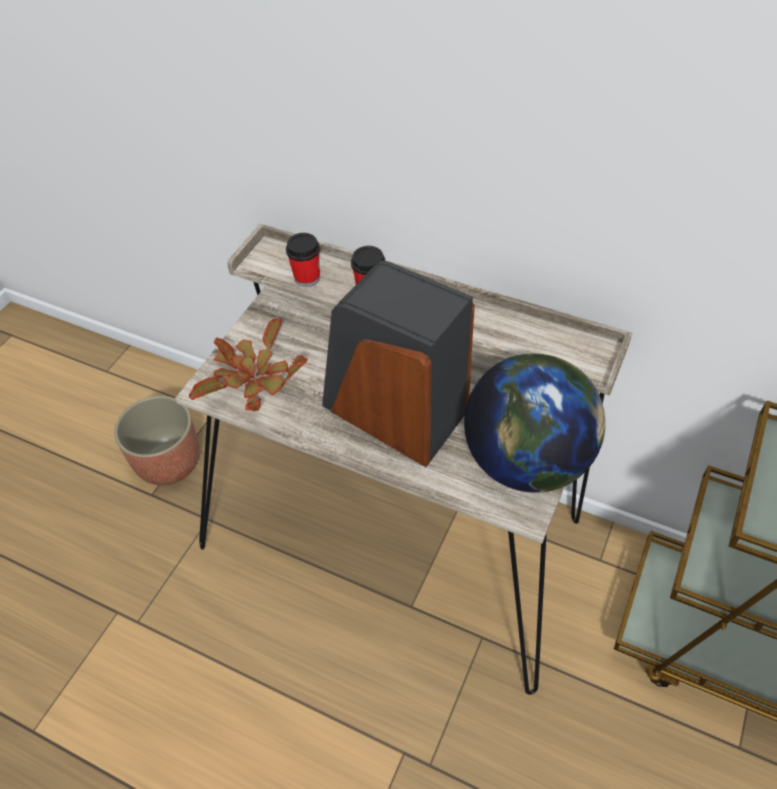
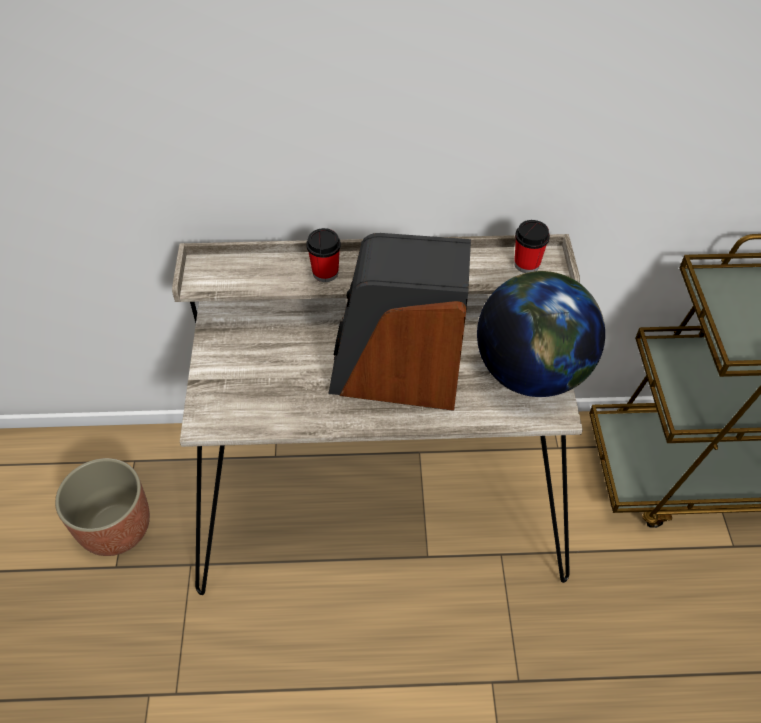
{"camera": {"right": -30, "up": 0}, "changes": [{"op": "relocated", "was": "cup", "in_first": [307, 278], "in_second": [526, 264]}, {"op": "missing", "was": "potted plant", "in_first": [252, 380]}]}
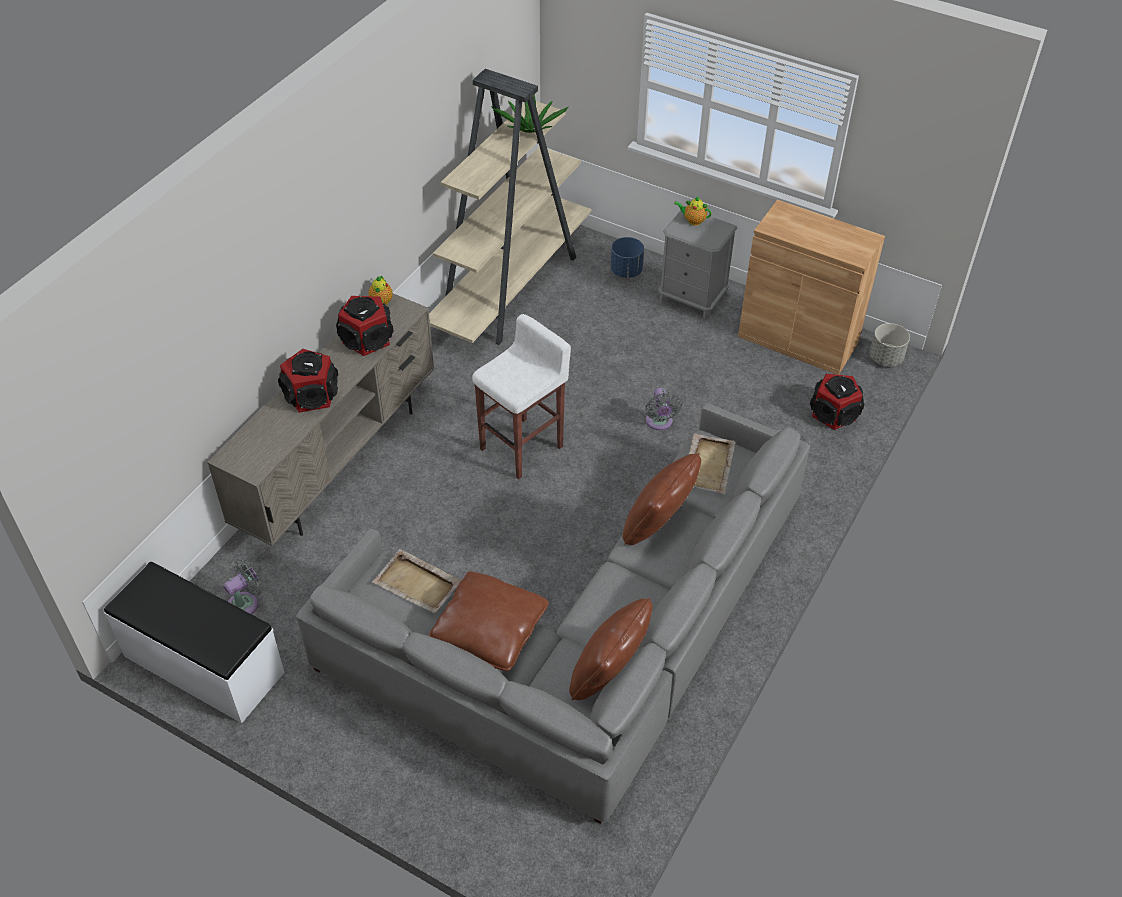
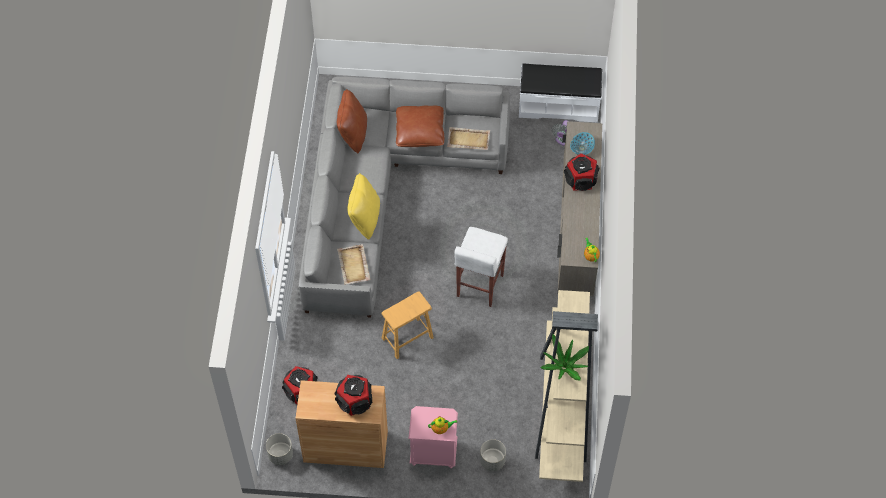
{"camera": {"right": 155, "up": 10}, "changes": [{"op": "relocated", "was": "speaker", "in_first": [368, 339], "in_second": [354, 401]}, {"op": "colour", "was": "brown pillow", "now": "yellow pillow", "in_first": [658, 525], "in_second": [365, 219]}, {"op": "exchanged", "was": "grey fan", "now": "brown stool", "in_first": [659, 422], "in_second": [407, 338]}, {"op": "colour", "was": "grey nightstand", "now": "pink nightstand", "in_first": [692, 299], "in_second": [433, 453]}, {"op": "colour", "was": "blue planter", "now": "grey planter", "in_first": [626, 271], "in_second": [492, 461]}, {"op": "appeared", "now": "bowl", "in_second": [581, 148]}]}
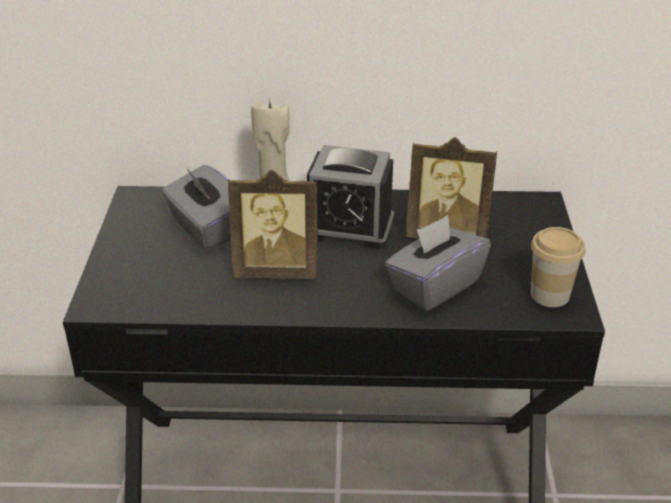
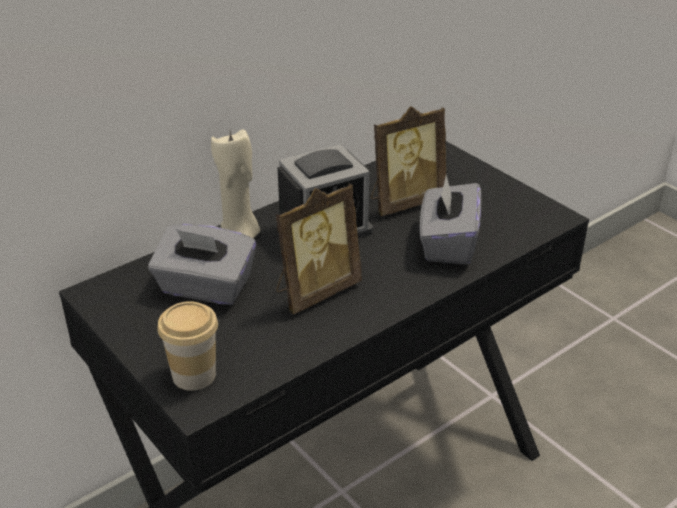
{"camera": {"right": -40, "up": 0}, "changes": [{"op": "relocated", "was": "cup", "in_first": [549, 295], "in_second": [194, 375]}]}
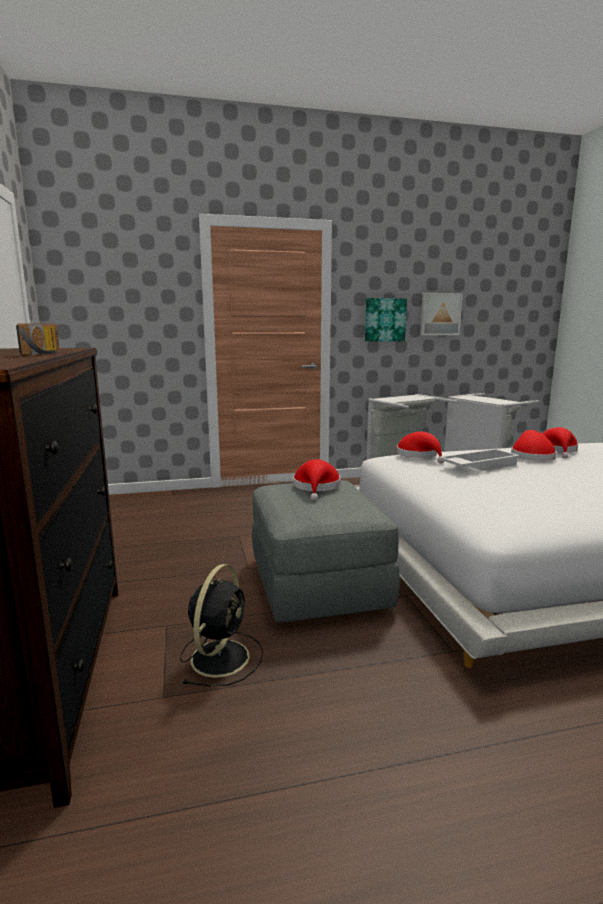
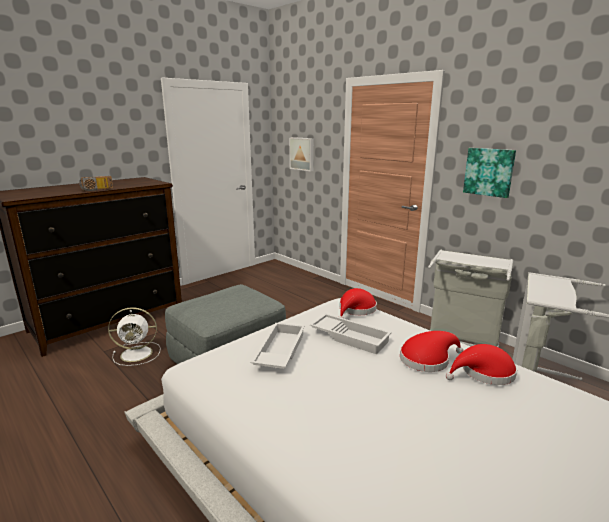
{"camera": {"right": 60, "up": 5}, "changes": [{"op": "colour", "was": "black fan", "now": "white fan", "in_first": [221, 656], "in_second": [138, 353]}, {"op": "appeared", "now": "white tray", "in_second": [279, 351]}, {"op": "relocated", "was": "picture", "in_first": [440, 314], "in_second": [302, 154]}, {"op": "missing", "was": "red hat", "in_first": [316, 487]}]}
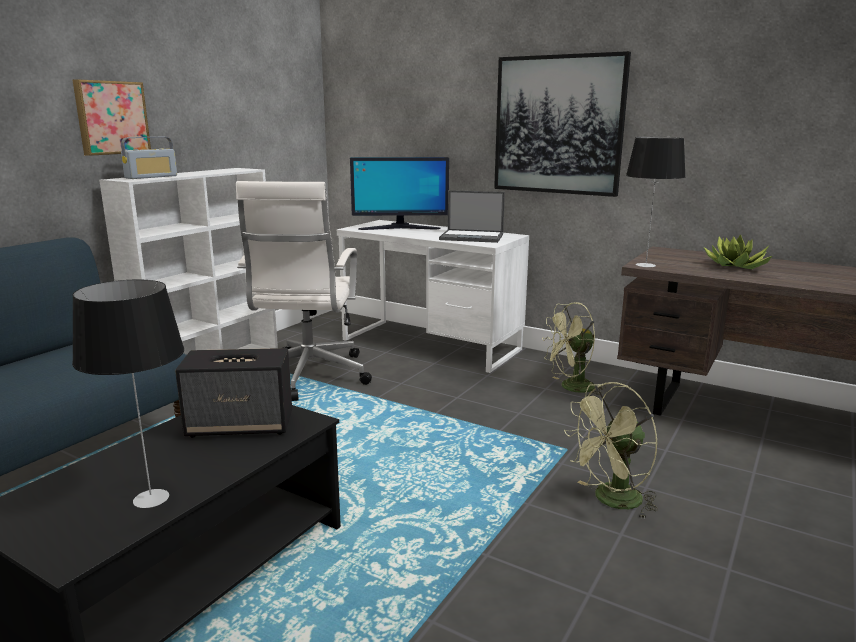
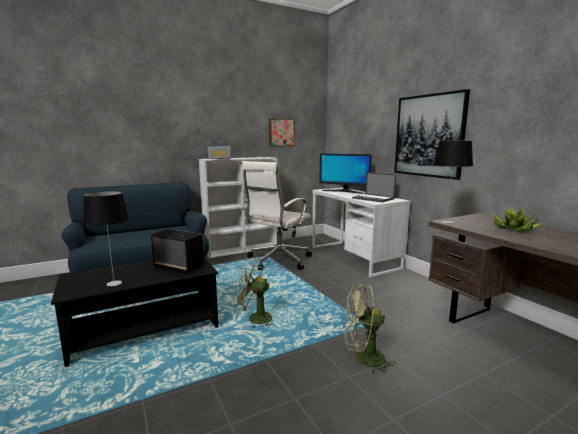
{"camera": {"right": 30, "up": -5}, "changes": [{"op": "relocated", "was": "green fan", "in_first": [571, 388], "in_second": [254, 318]}, {"op": "relocated", "was": "picture", "in_first": [111, 117], "in_second": [281, 132]}]}
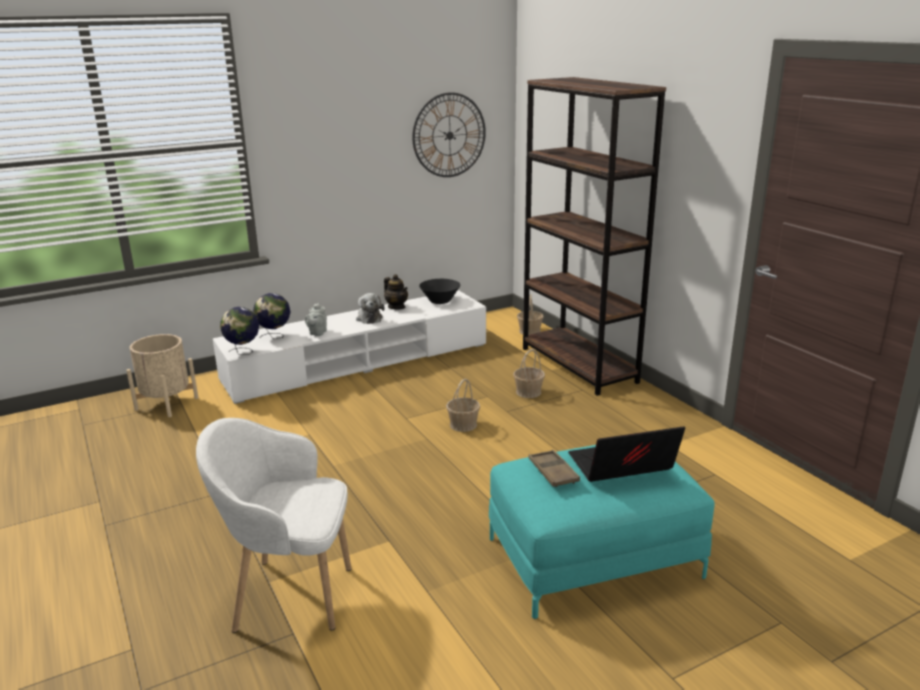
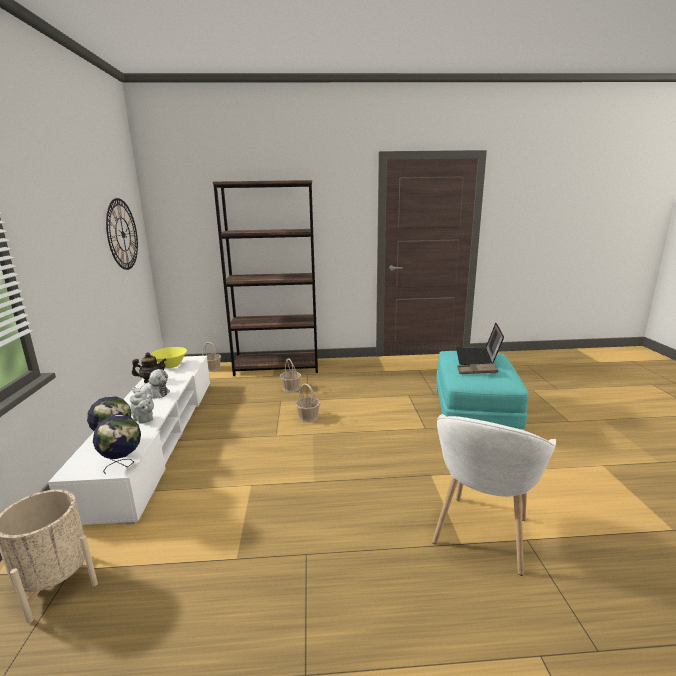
{"camera": {"right": -65, "up": -5}, "changes": [{"op": "colour", "was": "black bowl", "now": "yellow bowl", "in_first": [440, 301], "in_second": [170, 365]}]}
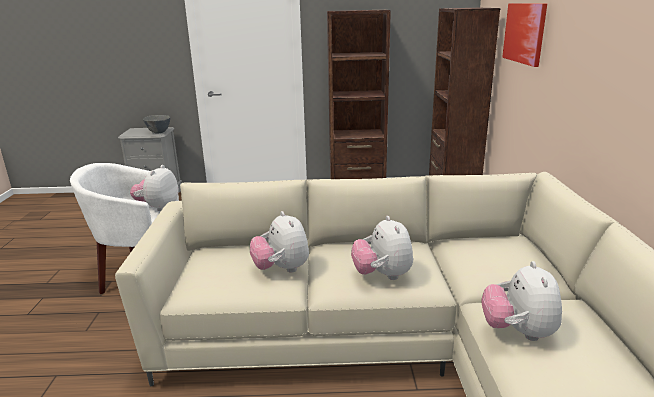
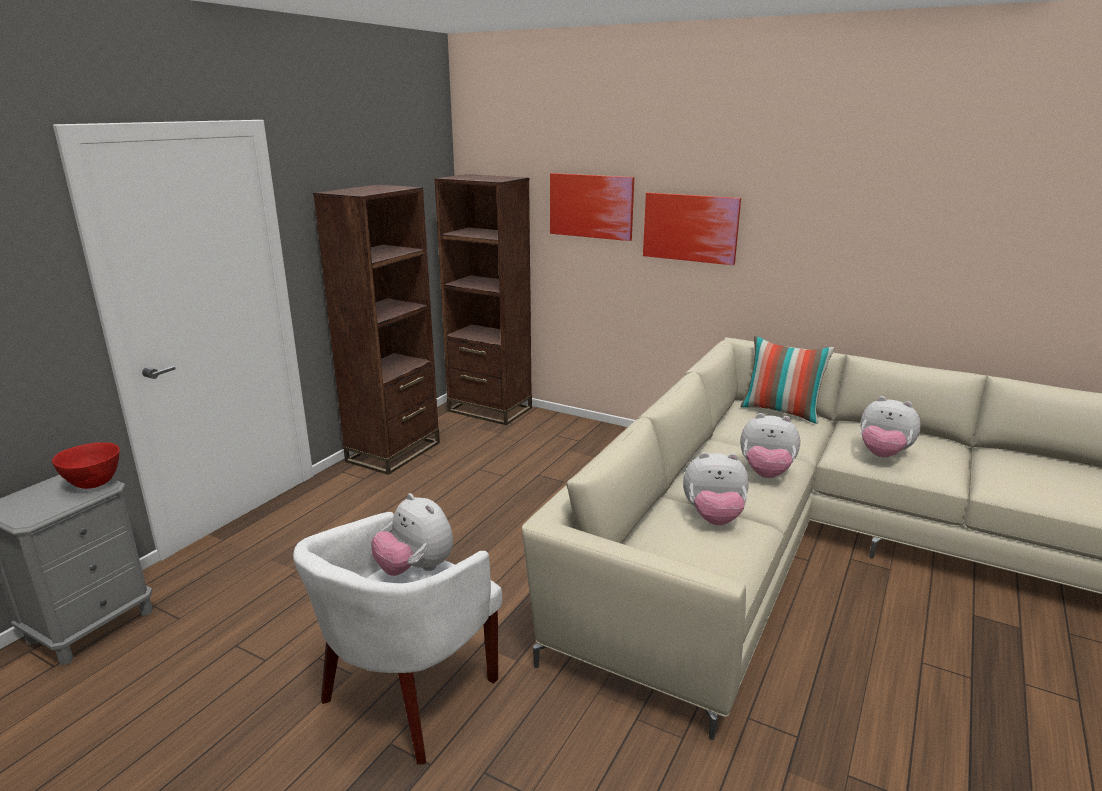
{"camera": {"right": -60, "up": 0}, "changes": [{"op": "colour", "was": "grey bowl", "now": "red bowl", "in_first": [159, 132], "in_second": [95, 484]}, {"op": "appeared", "now": "picture", "in_second": [690, 227]}, {"op": "appeared", "now": "pillow", "in_second": [781, 412]}]}
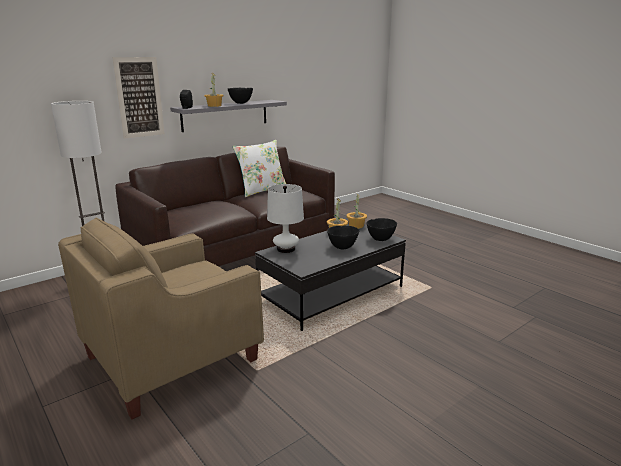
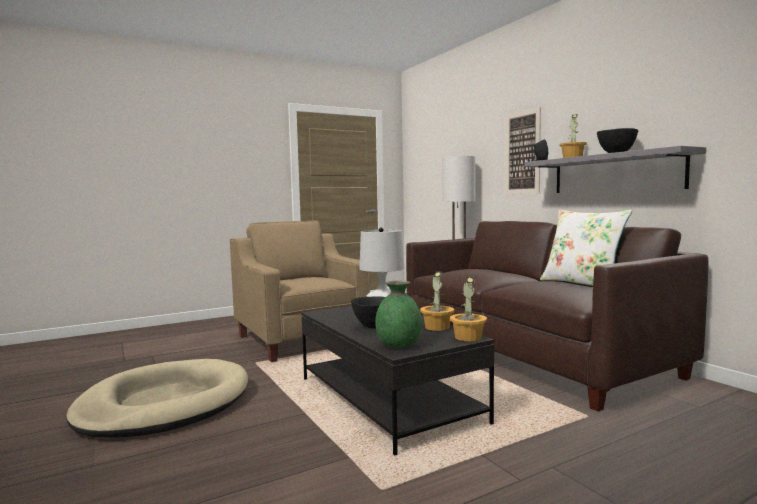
{"camera": {"right": 100, "up": -15}, "changes": [{"op": "appeared", "now": "beige dog bed", "in_second": [164, 404]}, {"op": "exchanged", "was": "black bowl", "now": "green vase", "in_first": [380, 239], "in_second": [398, 345]}]}
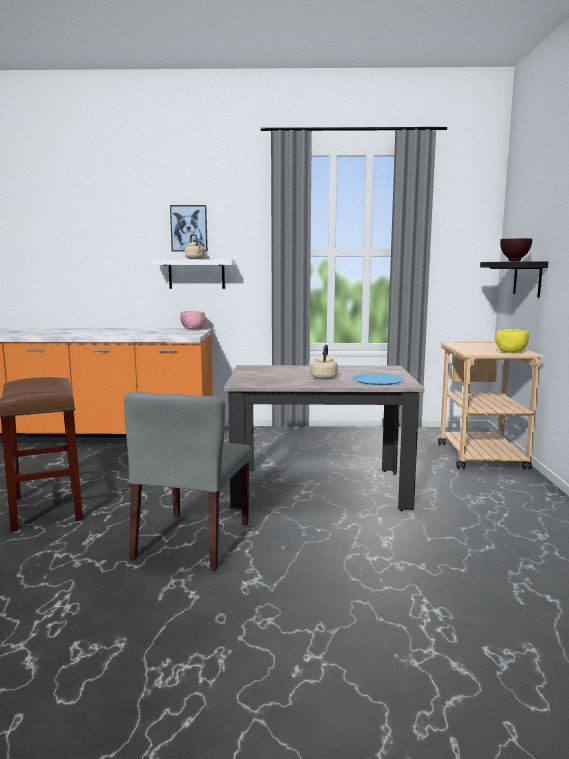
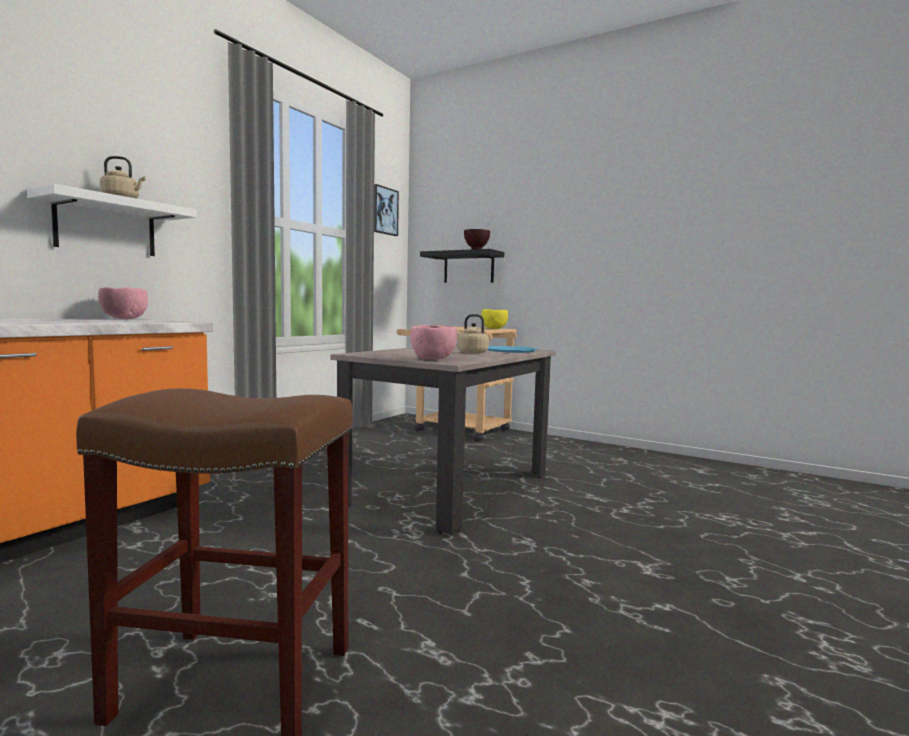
{"camera": {"right": -60, "up": -5}, "changes": [{"op": "relocated", "was": "picture", "in_first": [189, 228], "in_second": [384, 211]}, {"op": "appeared", "now": "pink bowl", "in_second": [433, 359]}, {"op": "missing", "was": "grey chair", "in_first": [192, 540]}]}
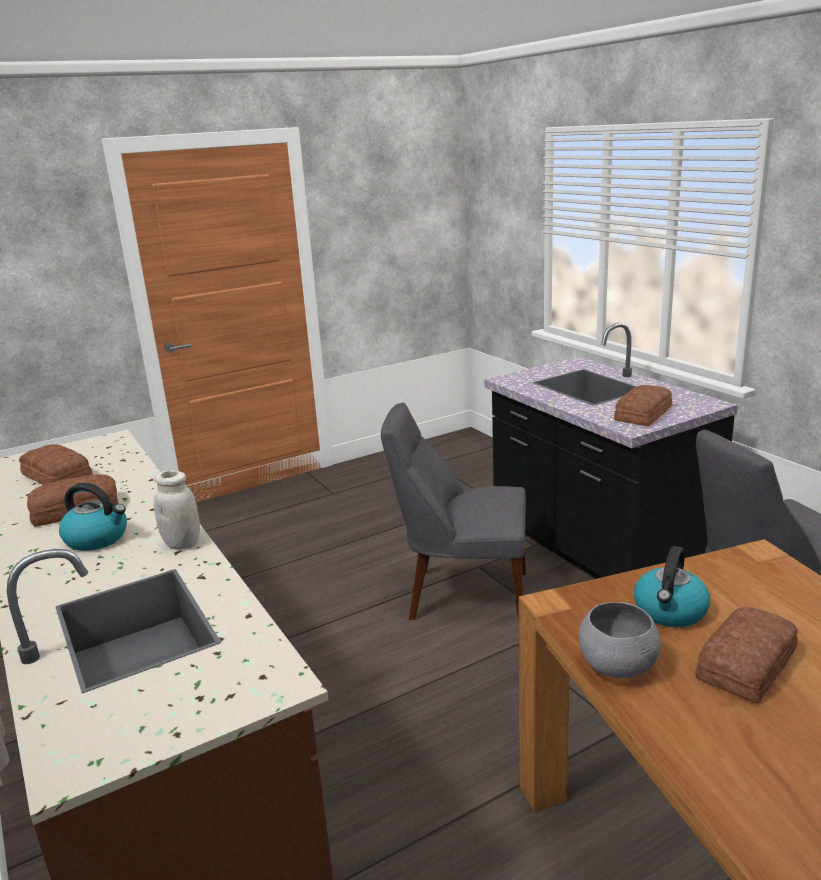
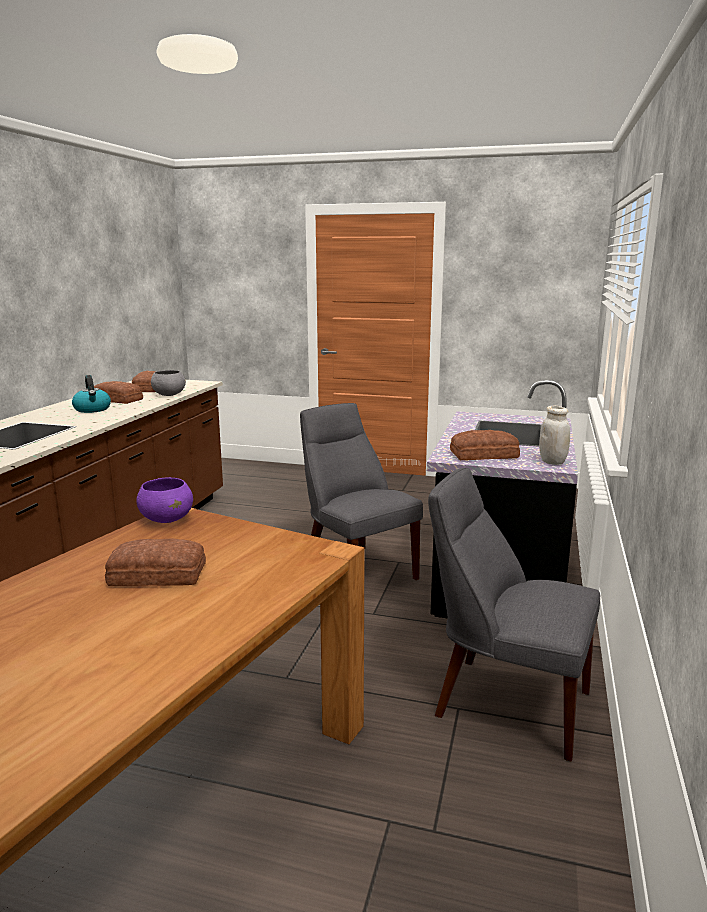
{"camera": {"right": 45, "up": -5}, "changes": [{"op": "appeared", "now": "purple bowl", "in_second": [167, 519]}, {"op": "relocated", "was": "grey bowl", "in_first": [616, 666], "in_second": [169, 395]}, {"op": "relocated", "was": "white jar", "in_first": [182, 544], "in_second": [552, 462]}, {"op": "missing", "was": "kettle", "in_first": [670, 611]}]}
